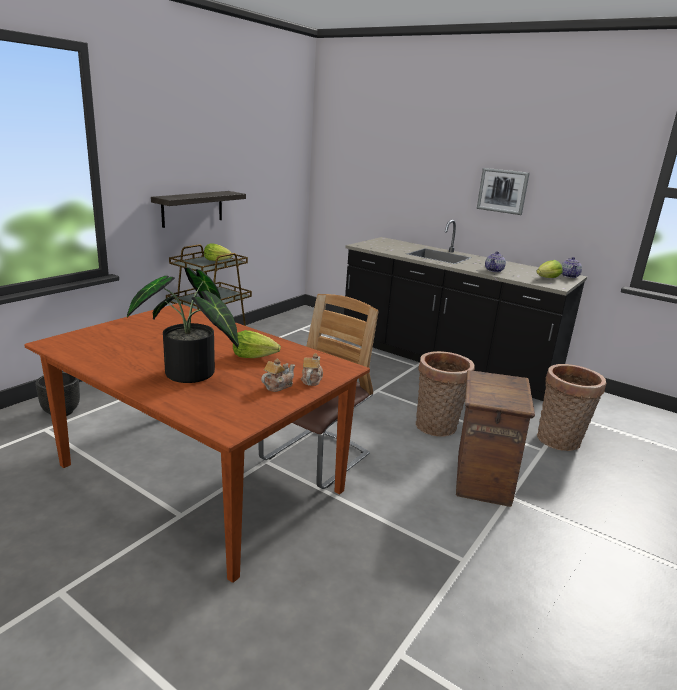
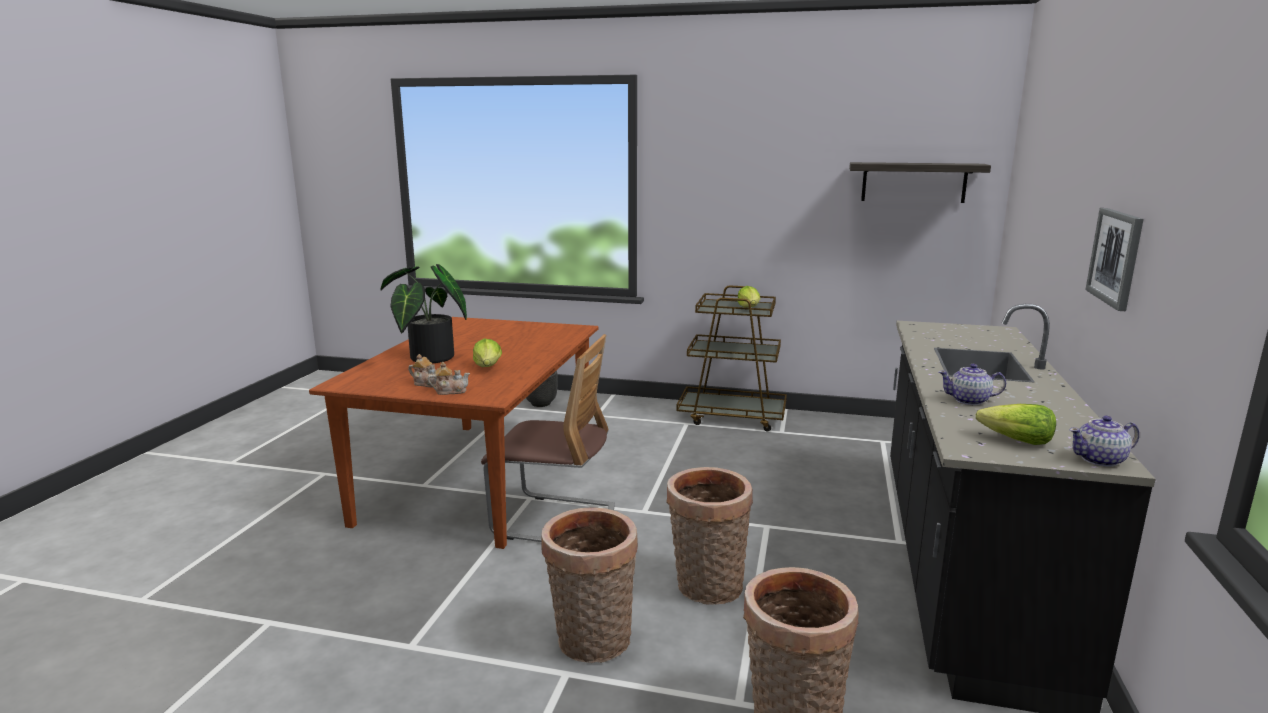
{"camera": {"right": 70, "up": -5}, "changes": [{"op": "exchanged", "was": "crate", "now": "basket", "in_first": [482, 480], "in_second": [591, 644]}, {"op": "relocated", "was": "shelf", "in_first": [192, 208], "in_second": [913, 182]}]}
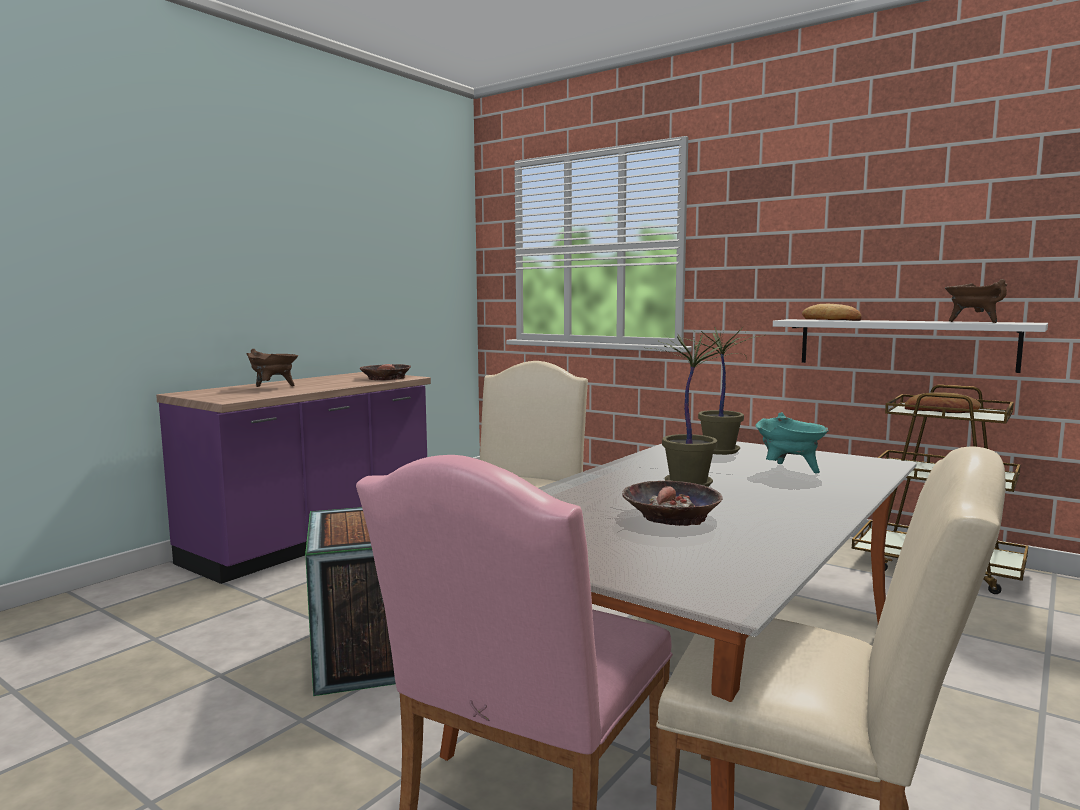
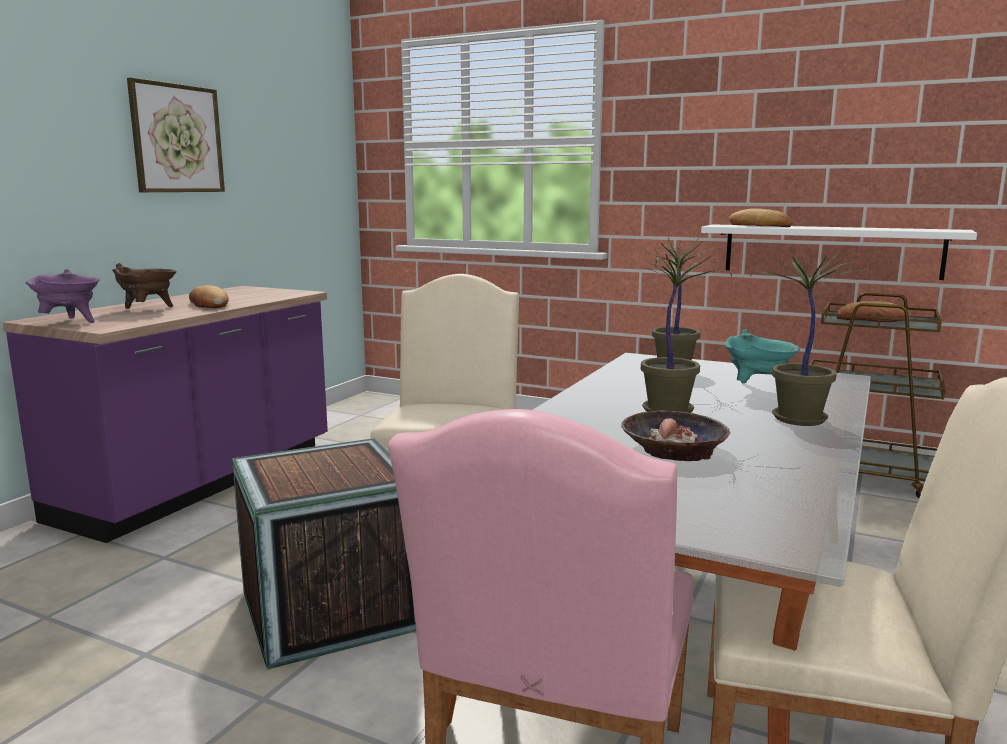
{"camera": {"right": -10, "up": 5}, "changes": [{"op": "appeared", "now": "purple cooking pot", "in_second": [70, 322]}, {"op": "appeared", "now": "picture", "in_second": [177, 139]}, {"op": "appeared", "now": "bread", "in_second": [208, 304]}, {"op": "appeared", "now": "potted plant", "in_second": [796, 419]}, {"op": "missing", "was": "bowl", "in_first": [385, 378]}, {"op": "missing", "was": "brown cooking pot", "in_first": [973, 322]}]}
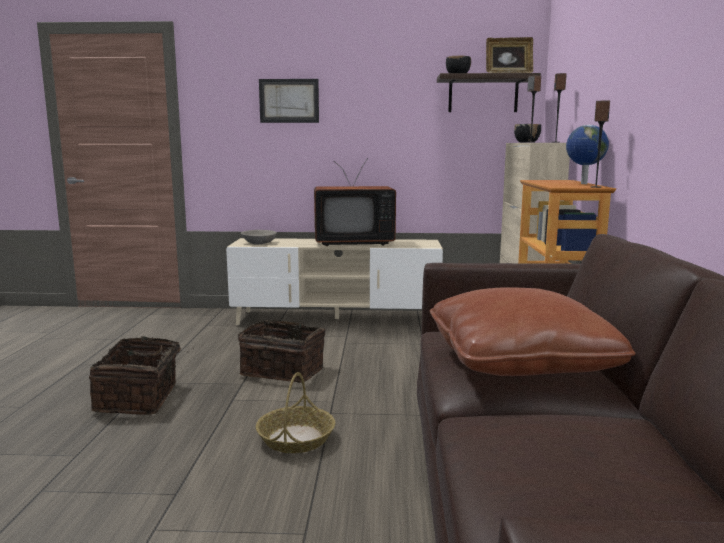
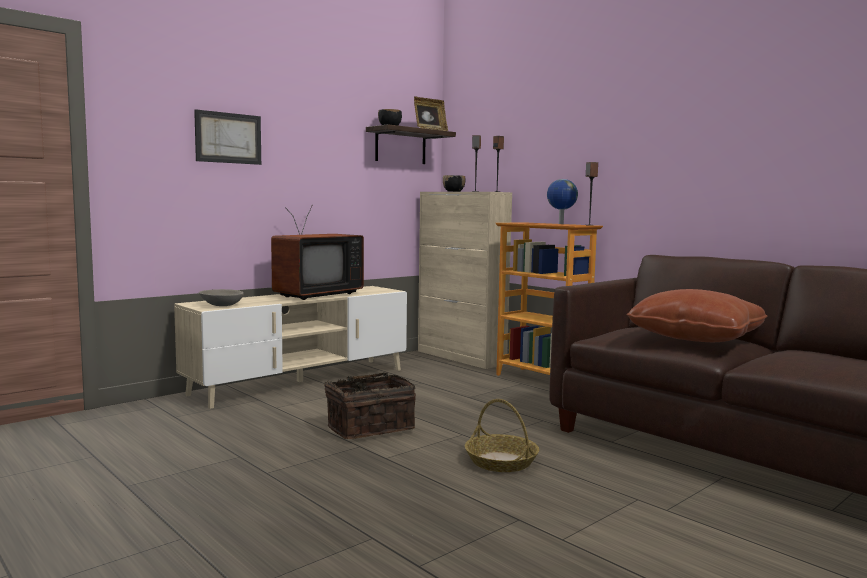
{"camera": {"right": -45, "up": -5}, "changes": [{"op": "missing", "was": "basket", "in_first": [140, 398]}]}
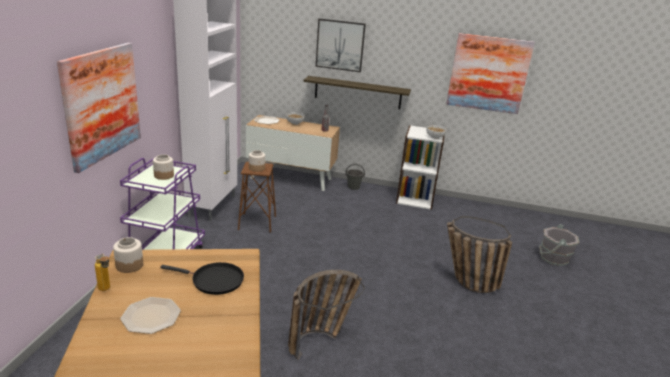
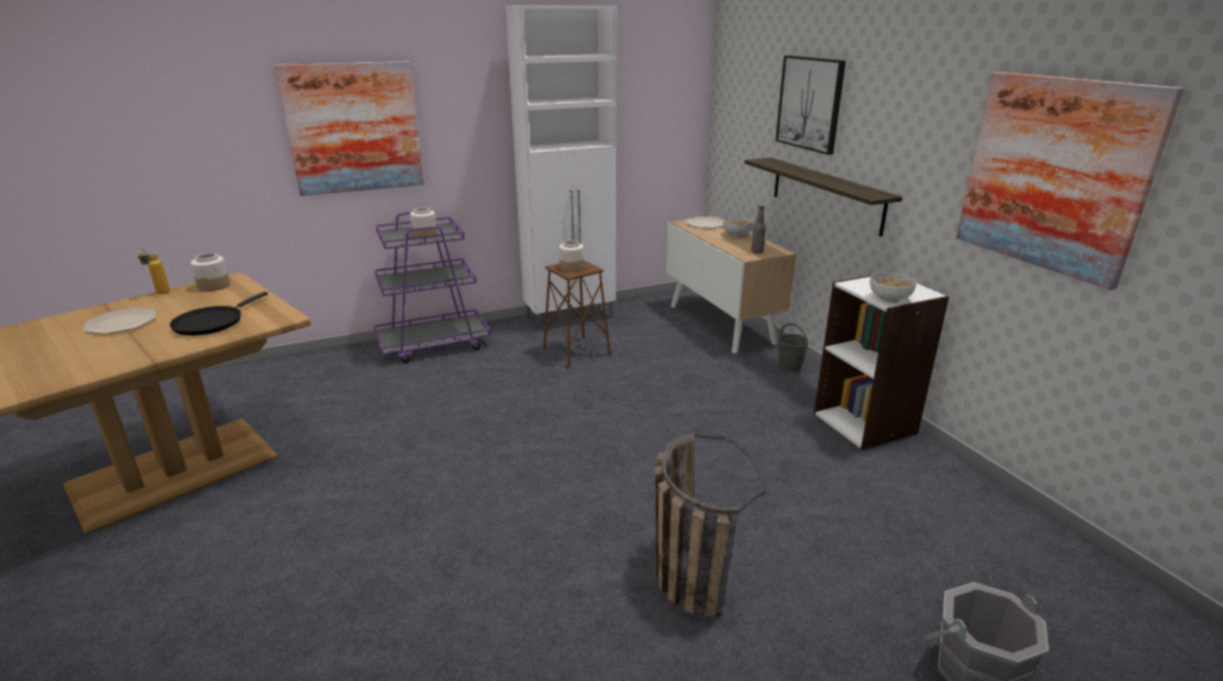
{"camera": {"right": 55, "up": 0}, "changes": [{"op": "spun", "was": "black frying pan", "in_first": [214, 281], "in_second": [212, 323], "clockwise": 45}, {"op": "missing", "was": "basket", "in_first": [320, 339]}]}
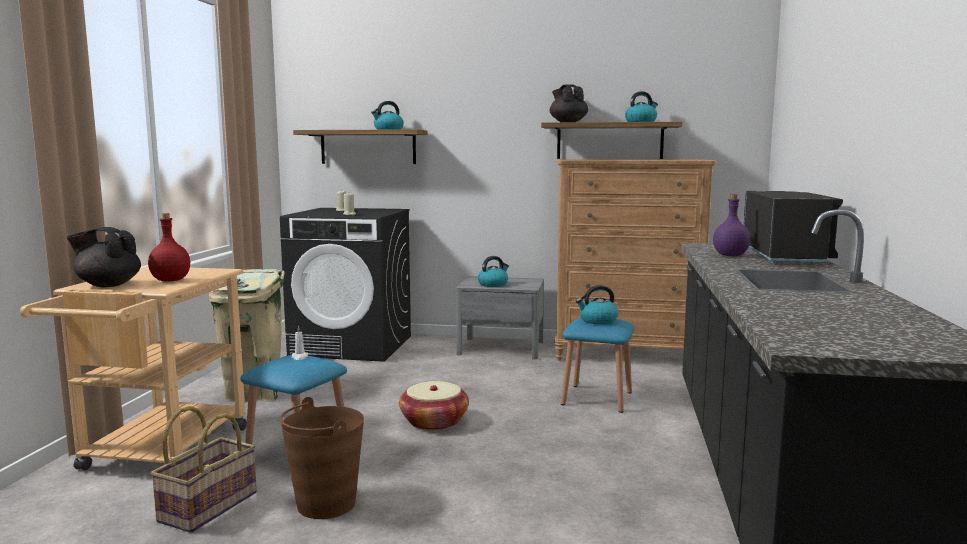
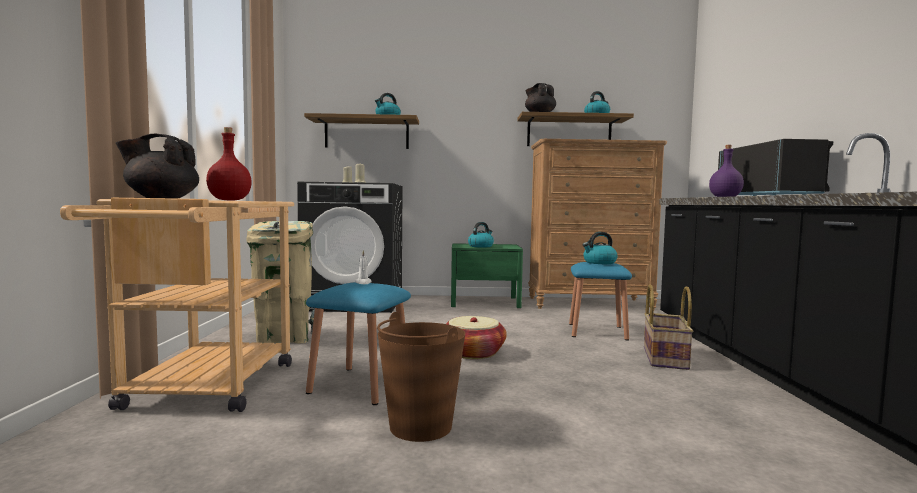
{"camera": {"right": -10, "up": -5}, "changes": [{"op": "colour", "was": "grey nightstand", "now": "green nightstand", "in_first": [501, 348], "in_second": [484, 302]}, {"op": "relocated", "was": "basket", "in_first": [208, 506], "in_second": [663, 358]}]}
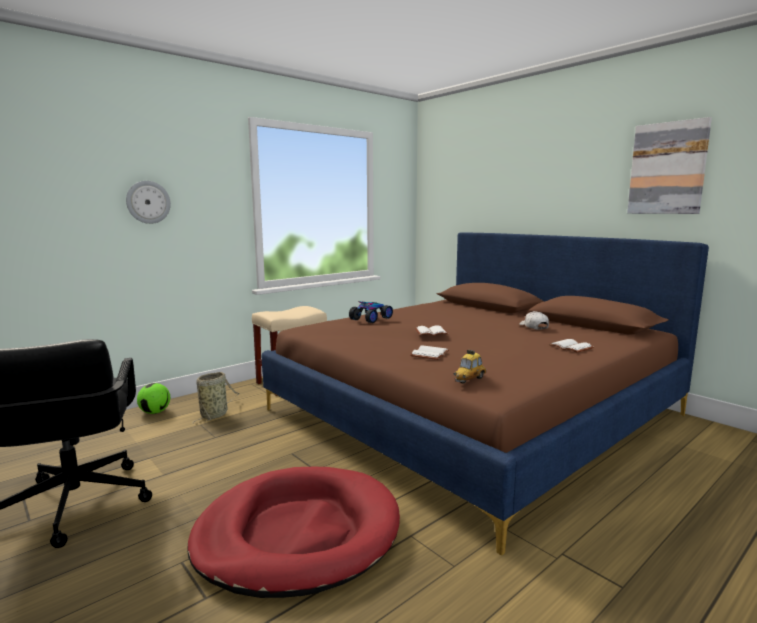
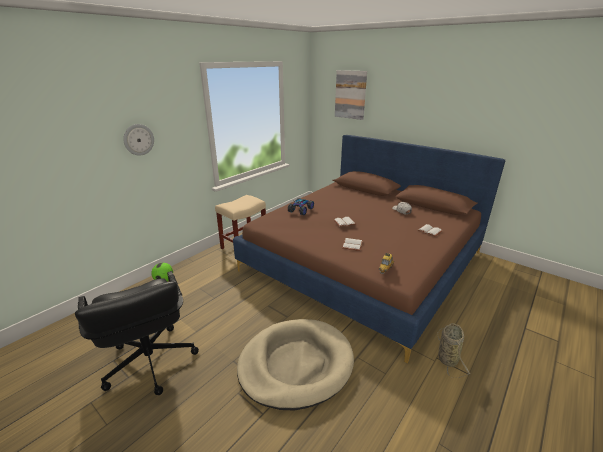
{"camera": {"right": -10, "up": 15}, "changes": [{"op": "colour", "was": "red dog bed", "now": "beige dog bed", "in_first": [297, 534], "in_second": [295, 364]}, {"op": "relocated", "was": "picture", "in_first": [667, 168], "in_second": [350, 94]}, {"op": "relocated", "was": "basket", "in_first": [215, 414], "in_second": [447, 357]}]}
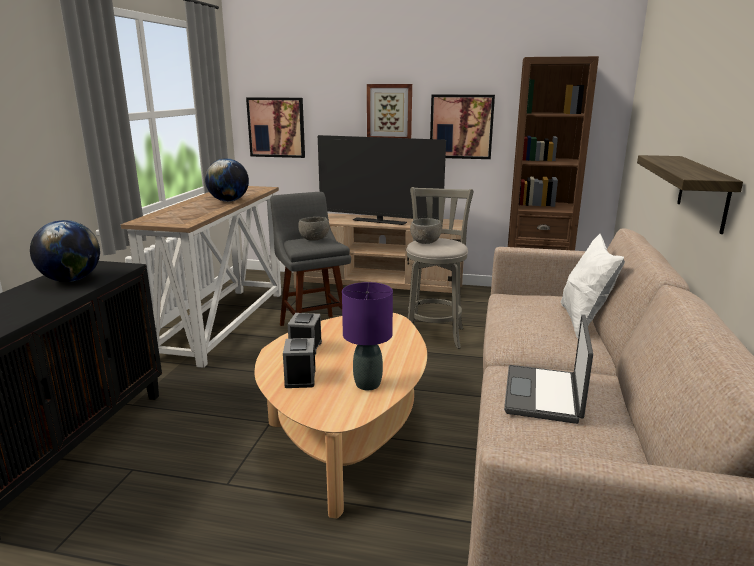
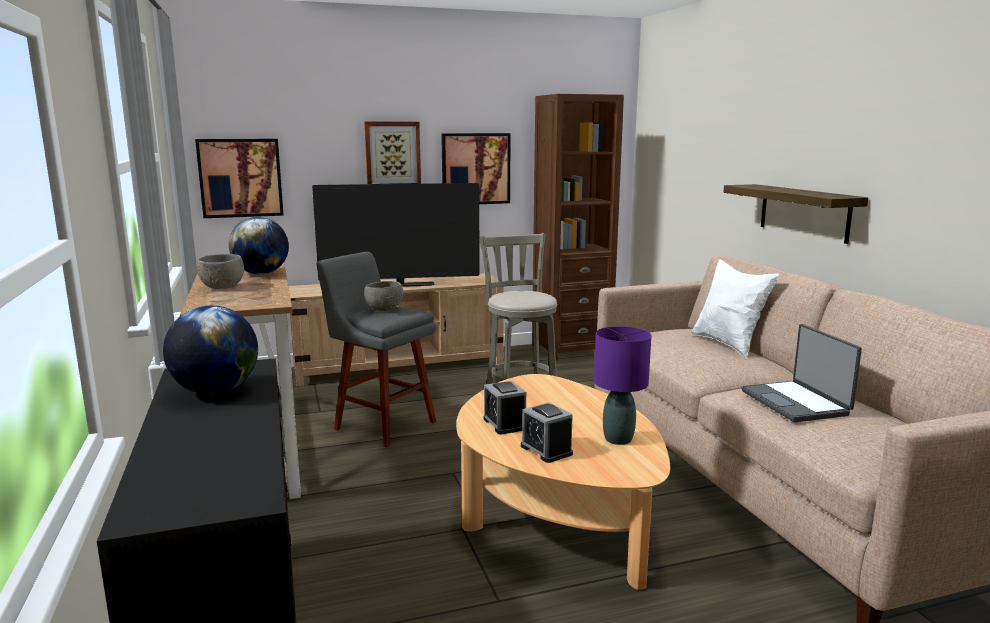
{"camera": {"right": -30, "up": -5}, "changes": [{"op": "relocated", "was": "grey bowl", "in_first": [425, 242], "in_second": [221, 287]}]}
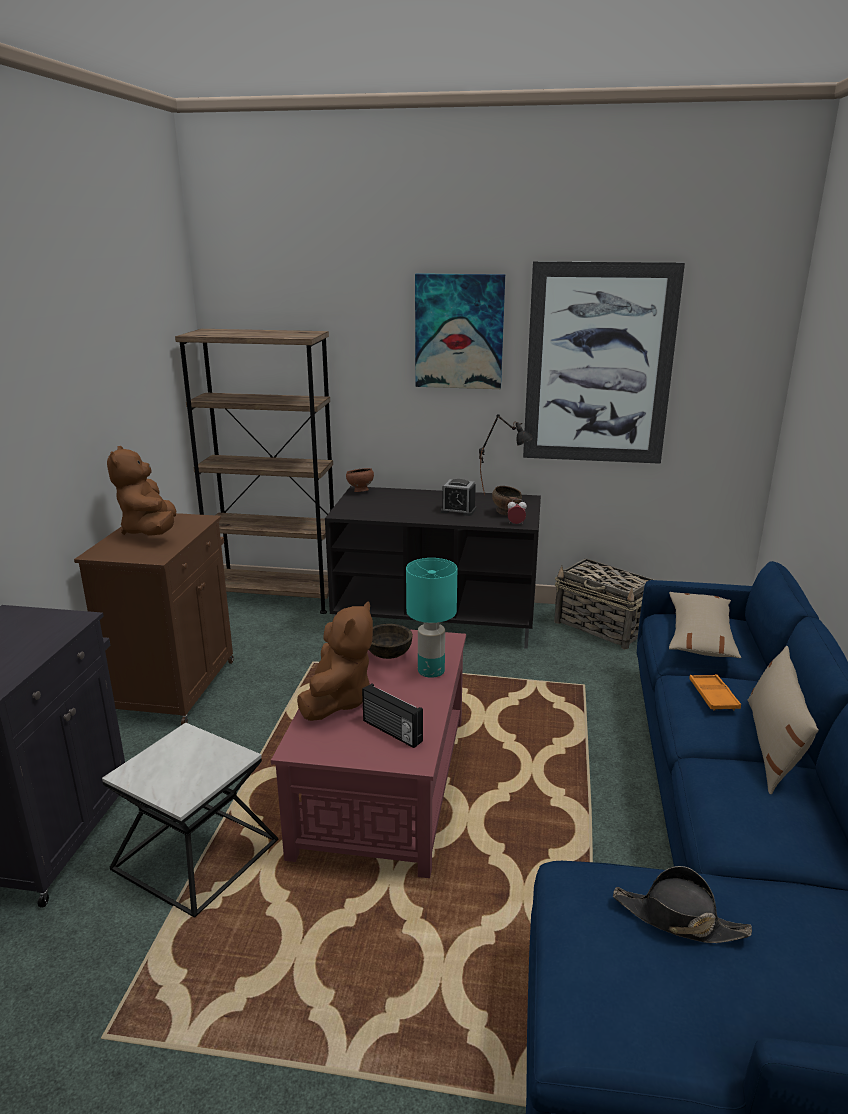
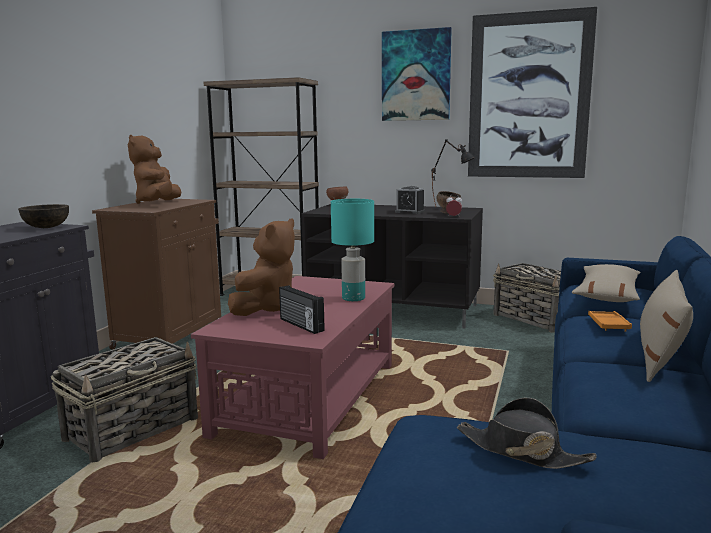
{"camera": {"right": 10, "up": -10}, "changes": [{"op": "relocated", "was": "brown bowl", "in_first": [388, 654], "in_second": [46, 227]}, {"op": "exchanged", "was": "side table", "now": "basket", "in_first": [196, 854], "in_second": [133, 429]}]}
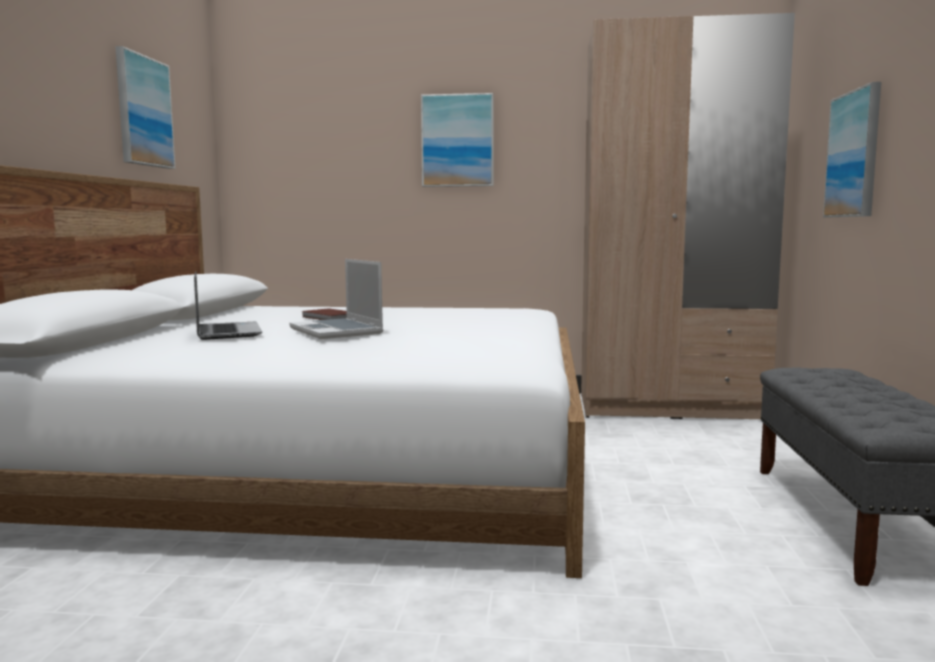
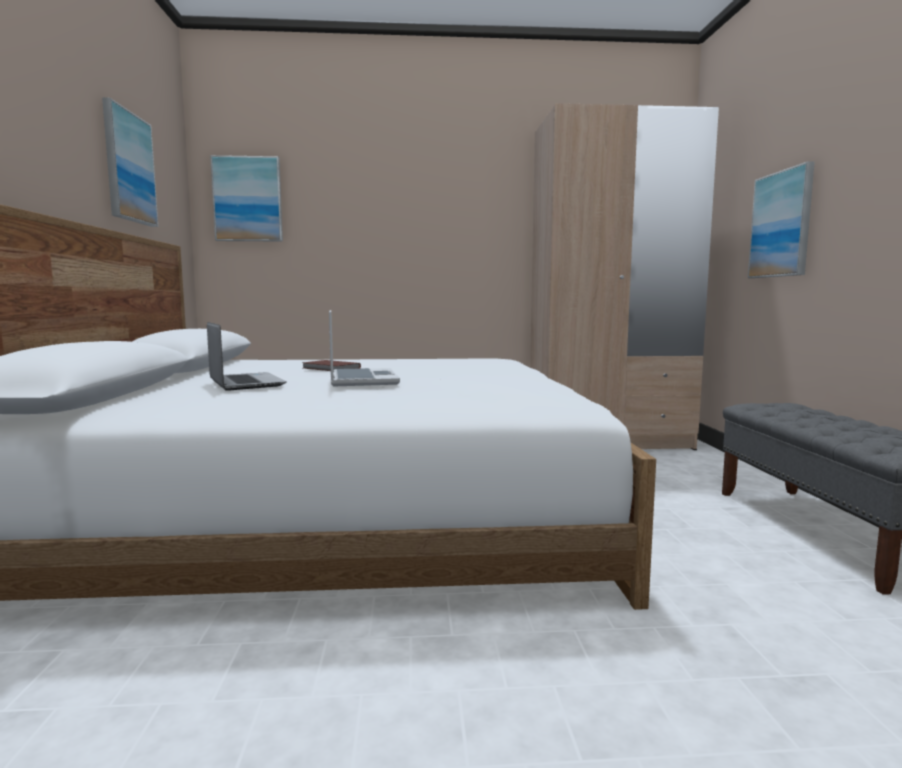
{"camera": {"right": -10, "up": 0}, "changes": [{"op": "relocated", "was": "picture", "in_first": [457, 141], "in_second": [247, 199]}, {"op": "spun", "was": "laptop", "in_first": [337, 331], "in_second": [361, 379], "clockwise": -150}]}
